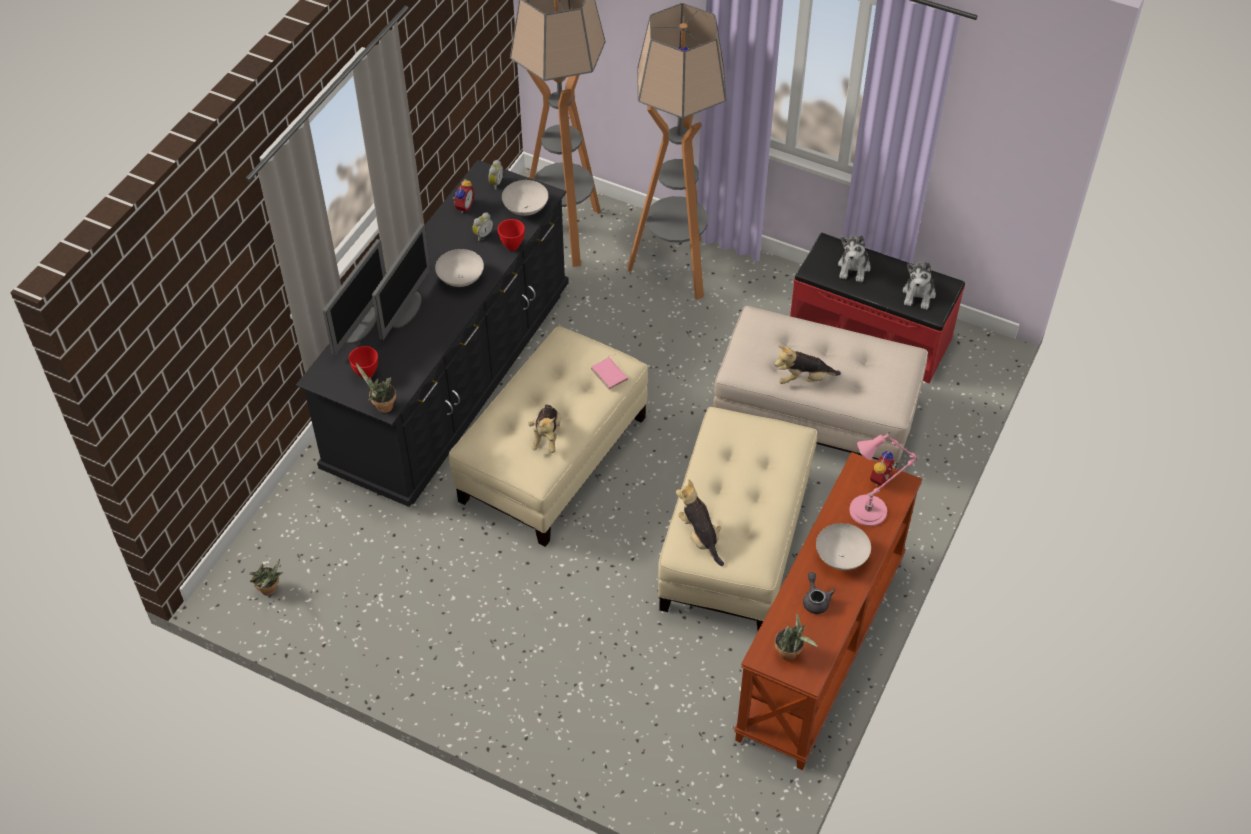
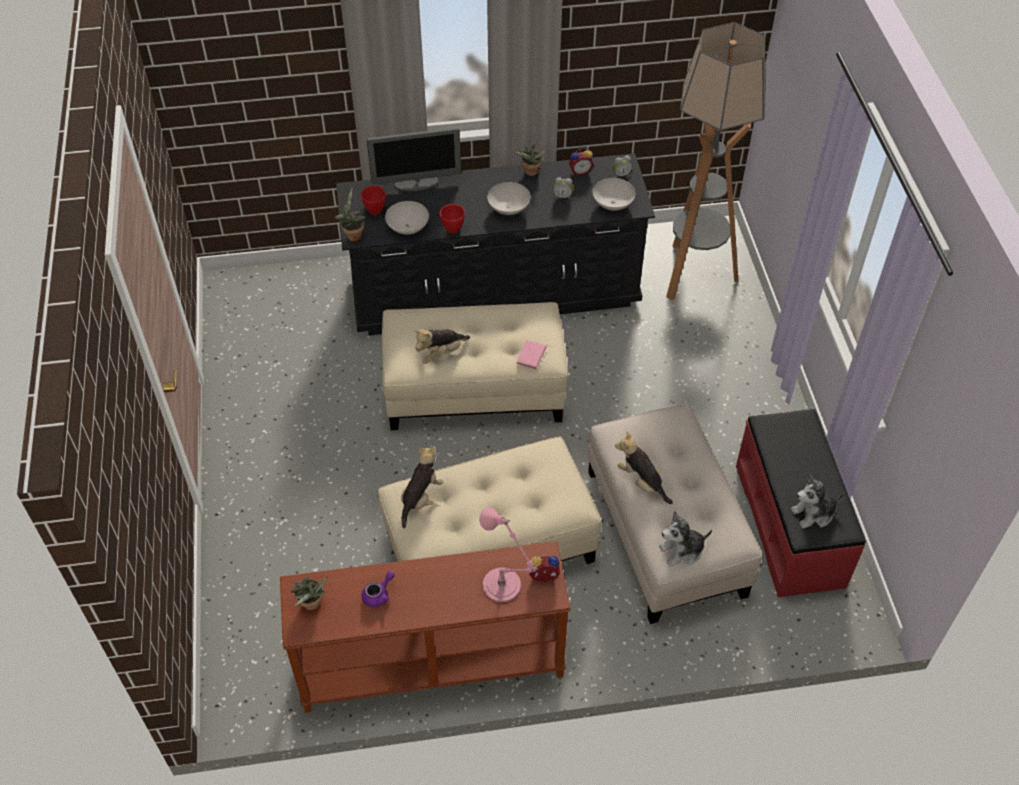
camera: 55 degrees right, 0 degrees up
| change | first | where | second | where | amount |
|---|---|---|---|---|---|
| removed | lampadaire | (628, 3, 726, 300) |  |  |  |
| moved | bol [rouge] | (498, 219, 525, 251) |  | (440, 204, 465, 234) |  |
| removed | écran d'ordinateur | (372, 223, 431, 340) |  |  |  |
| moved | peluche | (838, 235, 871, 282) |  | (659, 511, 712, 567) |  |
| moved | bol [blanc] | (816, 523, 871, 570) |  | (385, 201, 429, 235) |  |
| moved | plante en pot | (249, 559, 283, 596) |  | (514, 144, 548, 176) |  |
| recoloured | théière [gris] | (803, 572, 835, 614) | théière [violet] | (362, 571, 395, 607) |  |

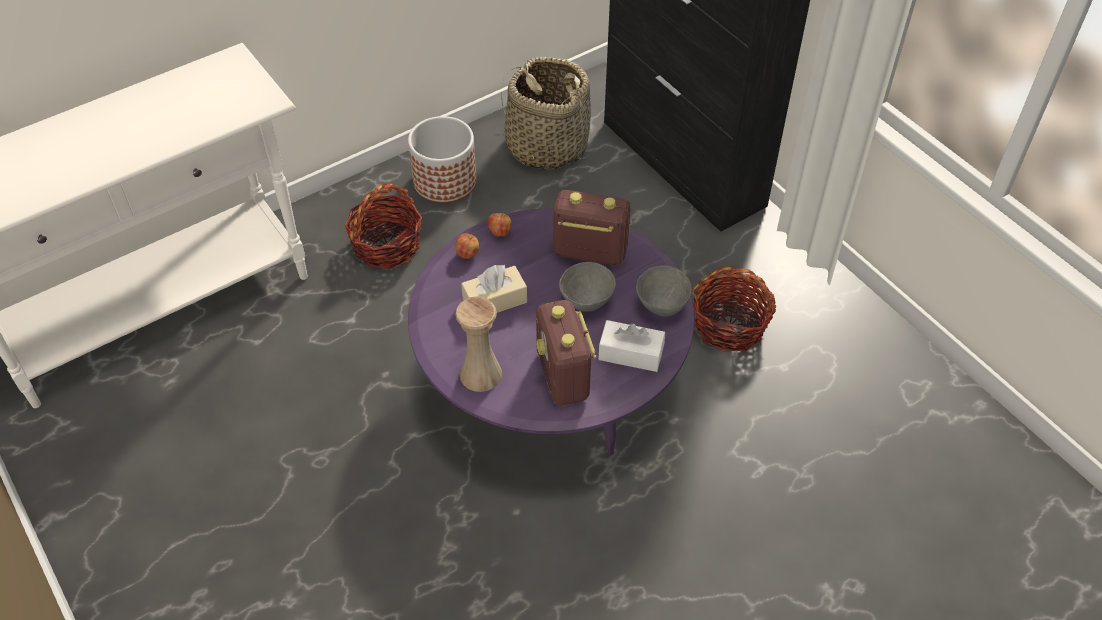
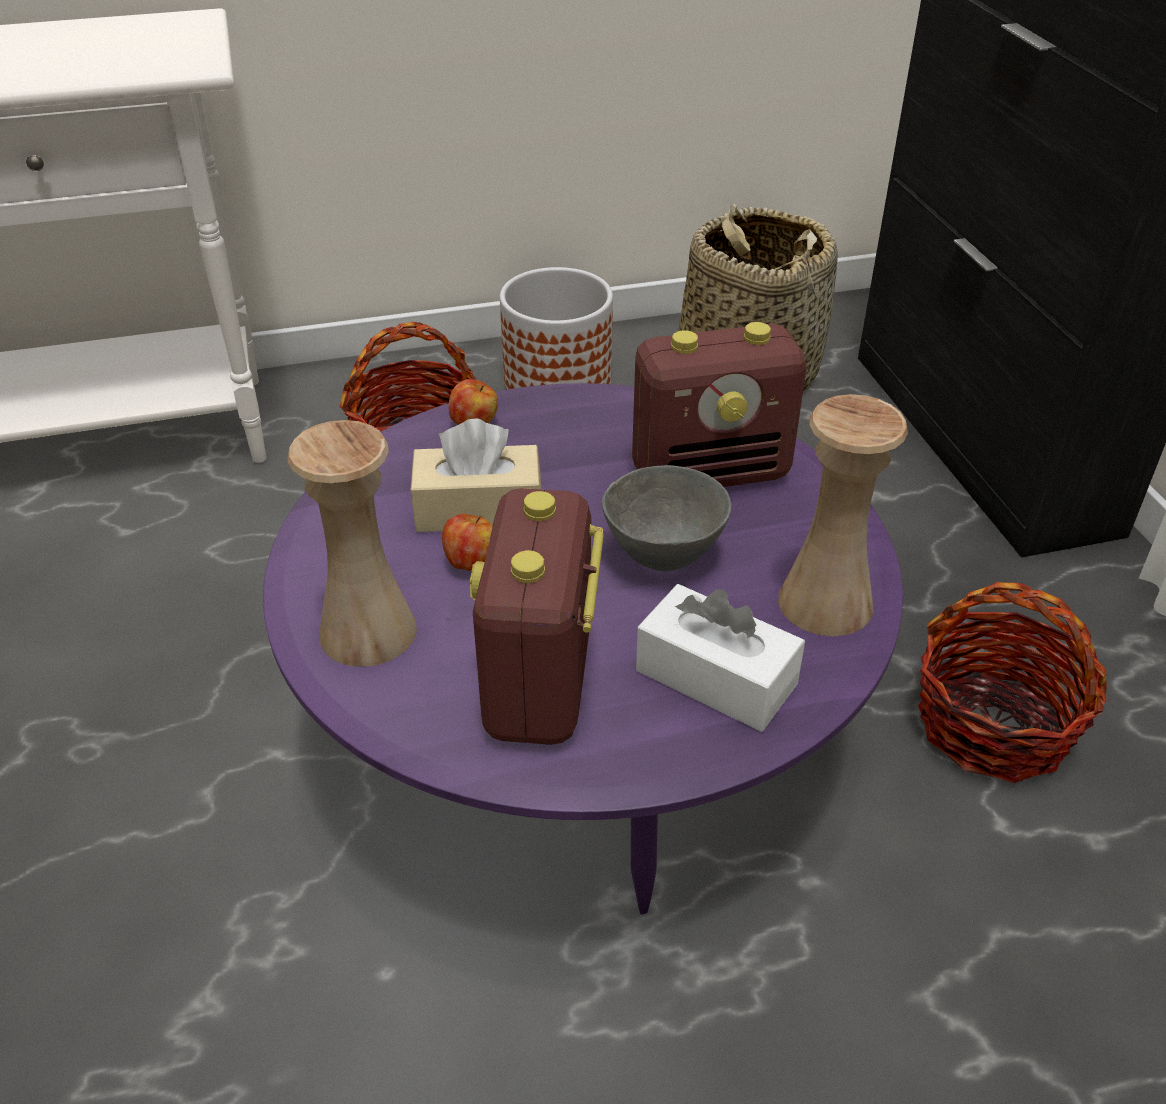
camera: 20 degrees right, 10 degrees down
| change | first | where | second | where | amount |
|---|---|---|---|---|---|
| turned | radio | (553, 190, 630, 266) |  | (632, 322, 806, 487) | 135 degrees clockwise |
| moved | pomme | (488, 213, 512, 237) |  | (442, 514, 492, 571) |  |
| replaced | bol [gris] | (636, 265, 692, 317) | vase [beige] | (778, 394, 908, 636) |  |

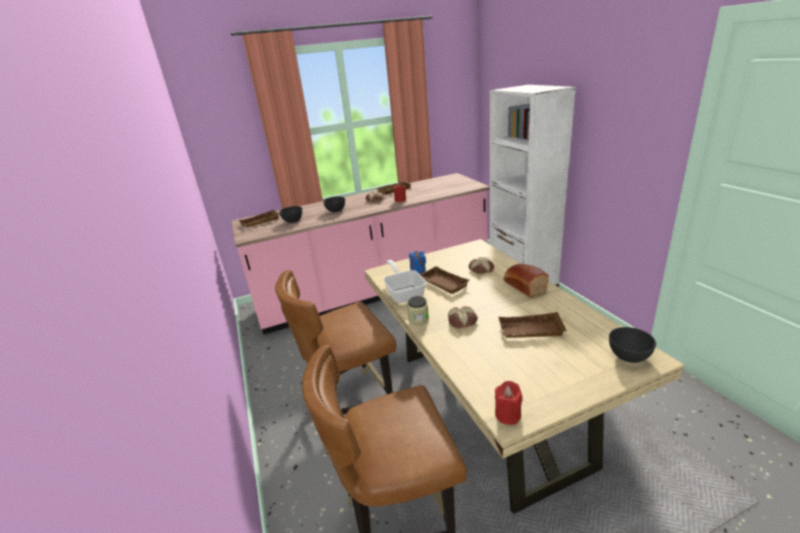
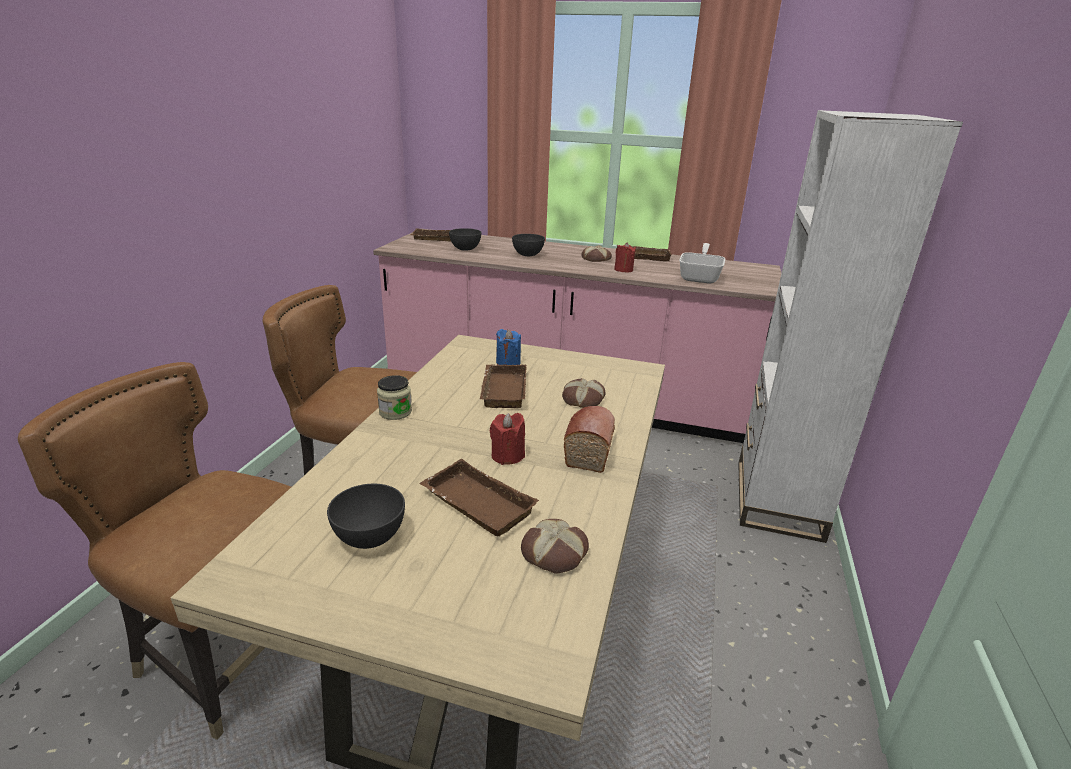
camera: 35 degrees right, 0 degrees up
| change | first | where | second | where | amount |
|---|---|---|---|---|---|
| moved | poêle | (383, 260, 426, 303) |  | (679, 243, 725, 283) |  |
| moved | pain | (448, 306, 478, 328) |  | (521, 519, 589, 574) |  |
| moved | bol [gris] | (609, 327, 656, 363) |  | (327, 484, 405, 549) |  |
| moved | bougie [rouge] | (495, 381, 523, 425) |  | (490, 413, 525, 465) |  |

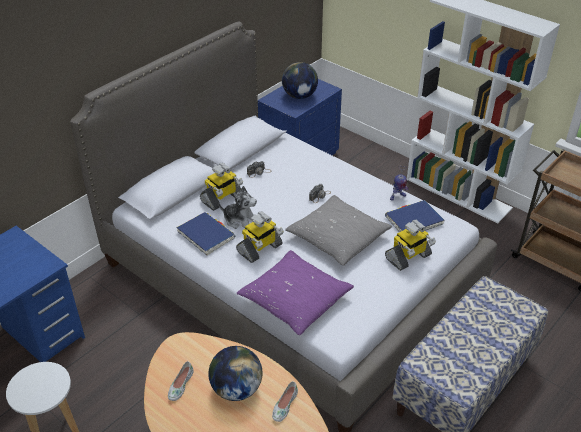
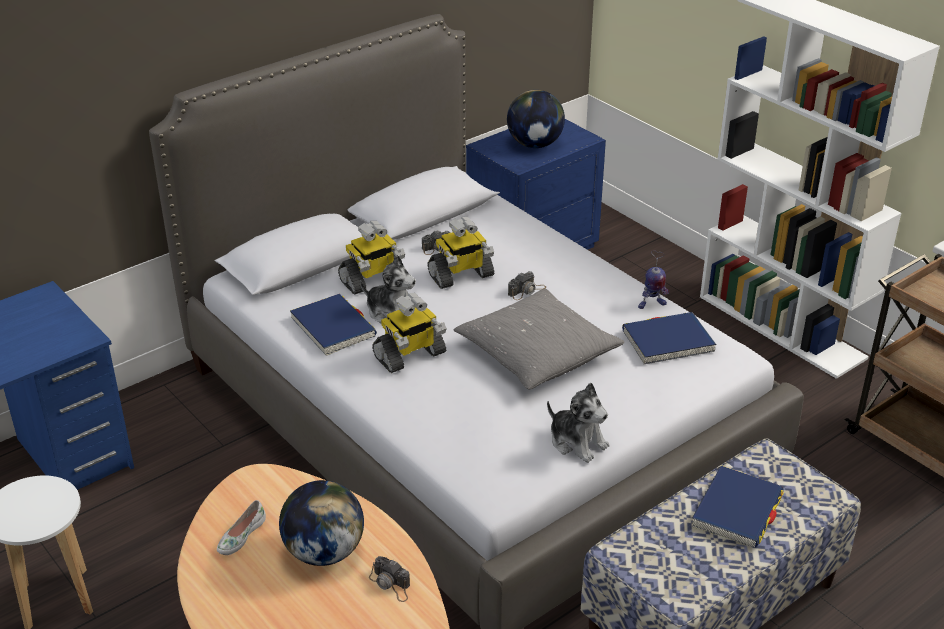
camera: 10 degrees right, 5 degrees down
| change | first | where | second | where | amount |
|---|---|---|---|---|---|
| moved | robot jouet | (385, 220, 436, 271) |  | (428, 217, 494, 289) |  |
| removed | coussin [violet] | (237, 250, 354, 335) |  |  |  |
| replaced | chaussure [blanc] | (272, 381, 298, 422) | appareil photo | (369, 556, 410, 602) |  |
| added |  |  | peluche | (547, 383, 609, 463) |  |
| added |  |  | livre [bleu] | (692, 466, 784, 548) |  |

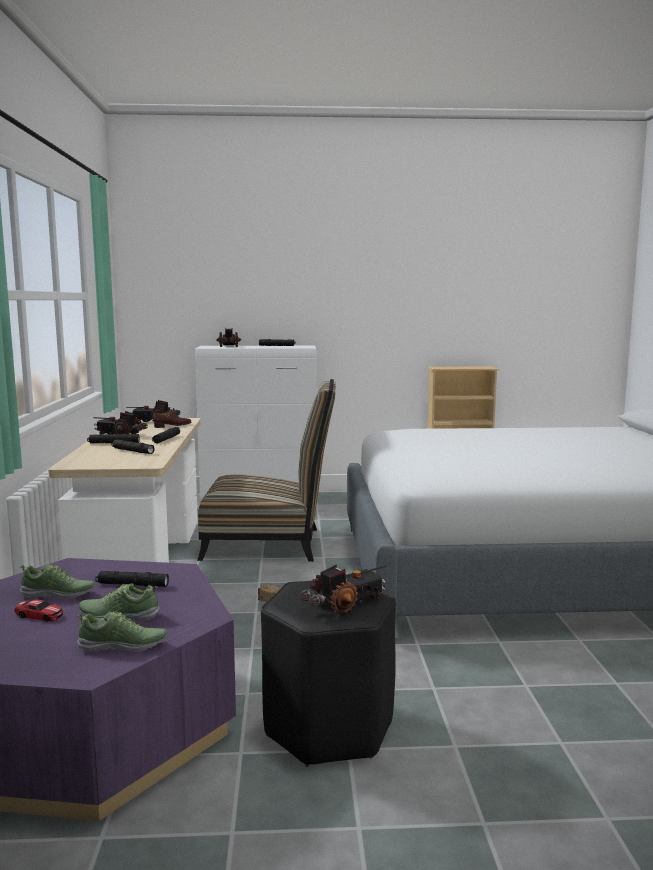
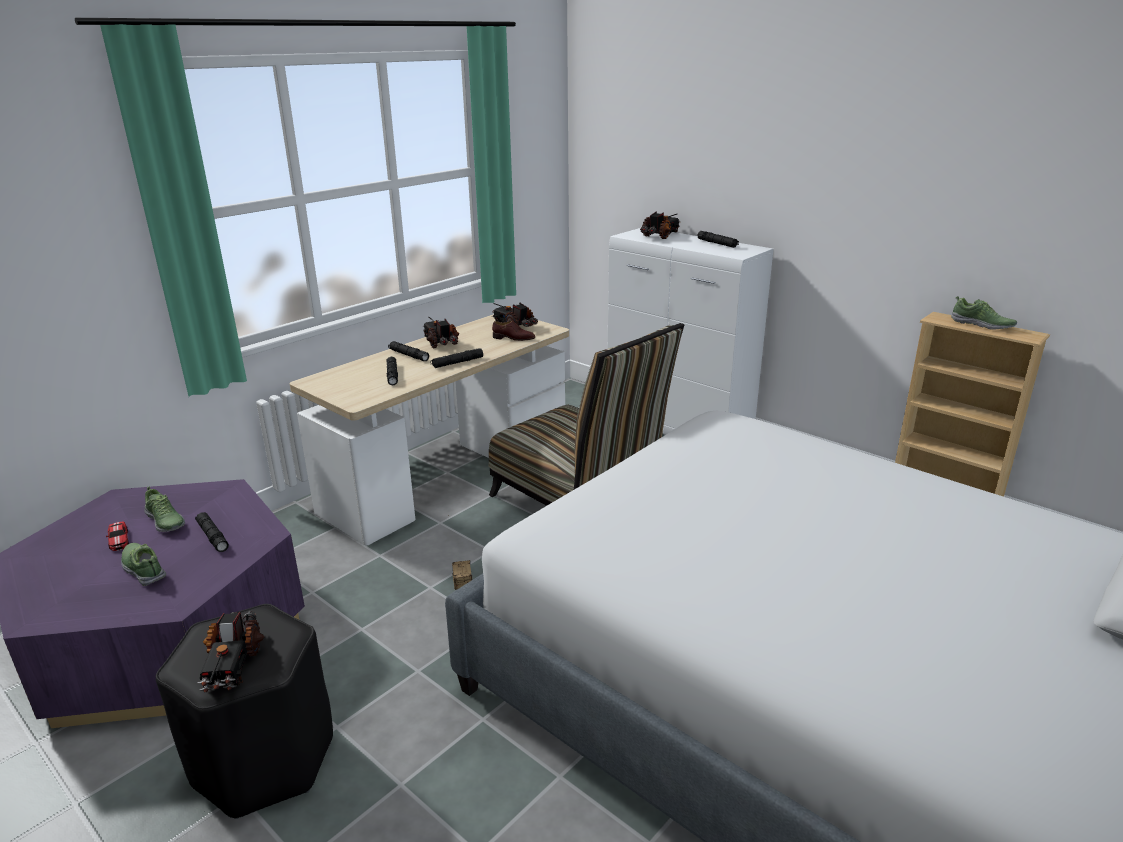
camera: 45 degrees right, 15 degrees up
| change | first | where | second | where | amount |
|---|---|---|---|---|---|
| turned | camion jouet | (300, 565, 386, 615) |  | (197, 611, 265, 692) | 75 degrees clockwise |
| moved | chaussure | (77, 611, 167, 652) |  | (951, 296, 1017, 329) |  |

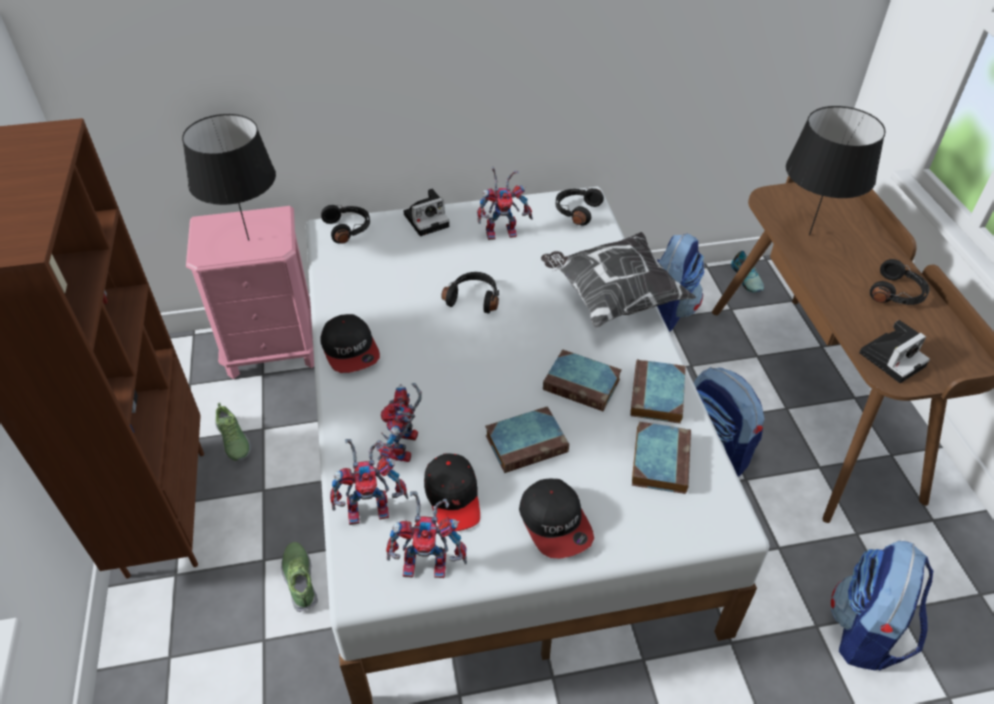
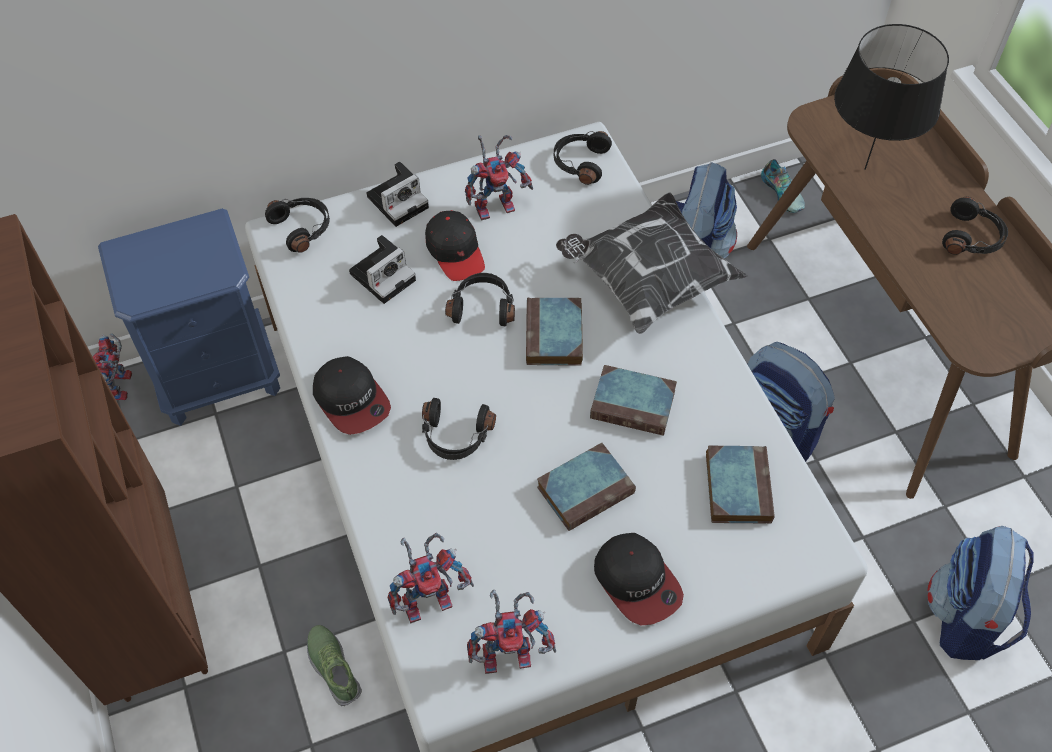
camera: 10 degrees left, 10 degrees up
| change | first | where | second | where | amount |
|---|---|---|---|---|---|
| removed | lampe de table [noir] | (182, 114, 276, 241) |  |  |  |
| recoloured | table de chevet [rose] | (186, 206, 314, 379) | table de chevet [bleu] | (98, 208, 280, 426) |  |
| moved | appareil photo | (859, 320, 930, 383) |  | (349, 235, 416, 304) |  |
| moved | livre | (630, 359, 686, 424) |  | (526, 298, 583, 366) |  |
| moved | robot jouet | (376, 383, 422, 462) |  | (92, 333, 132, 400) |  |
| removed | chaussure | (215, 403, 251, 461) |  |  |  |
| moved | casquette [noir] | (424, 453, 480, 531) |  | (425, 210, 485, 281) |  |
| added |  |  | casque audio [noir] | (422, 398, 496, 460) |  |

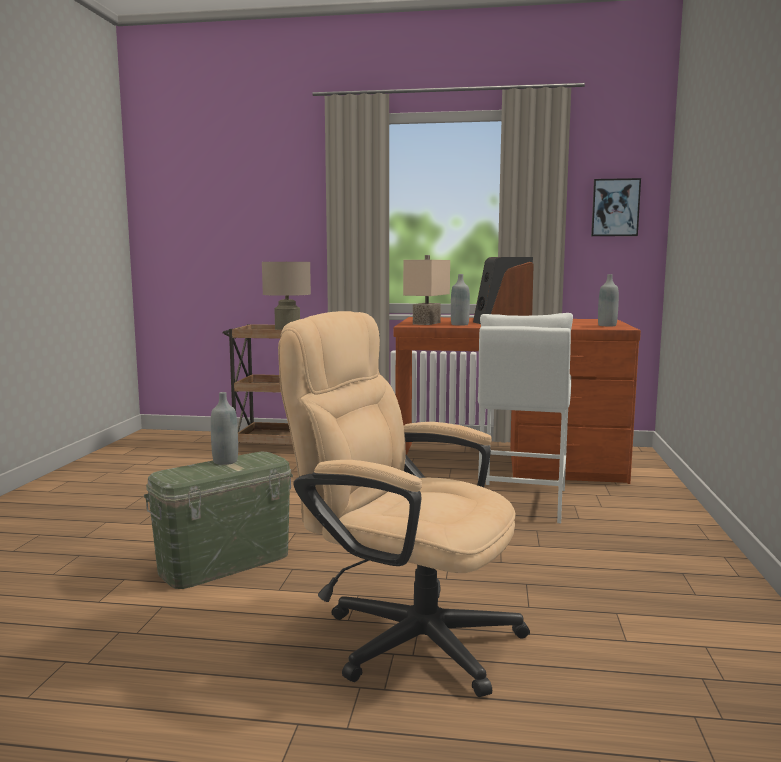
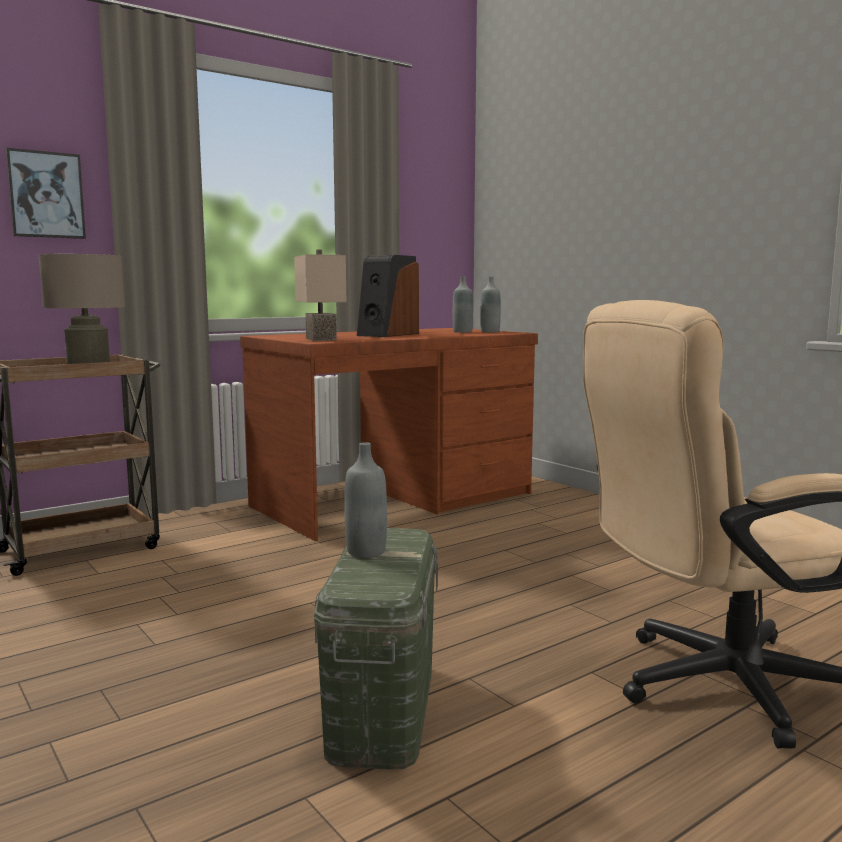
camera: 45 degrees left, 0 degrees up
| change | first | where | second | where | amount |
|---|---|---|---|---|---|
| moved | tableau | (591, 178, 641, 236) |  | (6, 148, 86, 239) |  |
| moved | bouteille [gris] | (451, 274, 470, 326) |  | (453, 276, 473, 333) |  |
| removed | tabouret [blanc] | (478, 313, 573, 523) |  |  |  |

